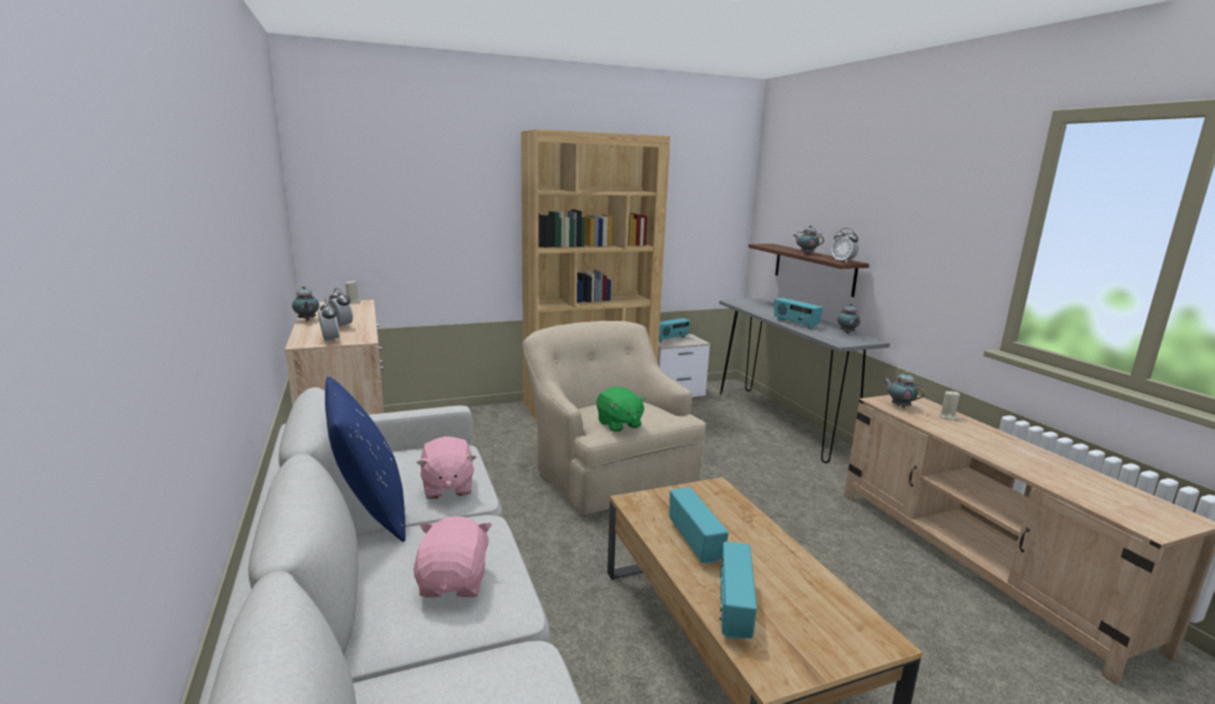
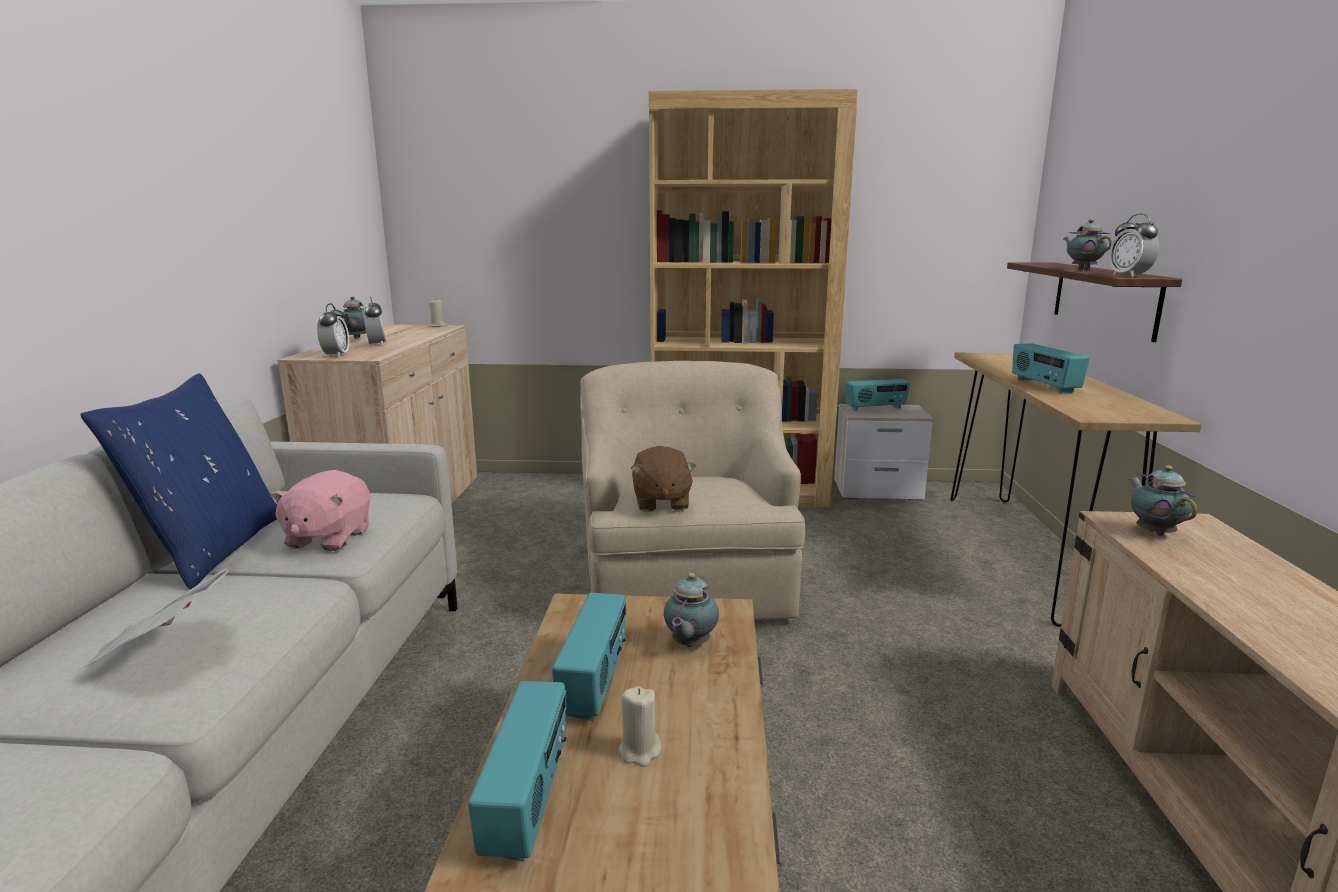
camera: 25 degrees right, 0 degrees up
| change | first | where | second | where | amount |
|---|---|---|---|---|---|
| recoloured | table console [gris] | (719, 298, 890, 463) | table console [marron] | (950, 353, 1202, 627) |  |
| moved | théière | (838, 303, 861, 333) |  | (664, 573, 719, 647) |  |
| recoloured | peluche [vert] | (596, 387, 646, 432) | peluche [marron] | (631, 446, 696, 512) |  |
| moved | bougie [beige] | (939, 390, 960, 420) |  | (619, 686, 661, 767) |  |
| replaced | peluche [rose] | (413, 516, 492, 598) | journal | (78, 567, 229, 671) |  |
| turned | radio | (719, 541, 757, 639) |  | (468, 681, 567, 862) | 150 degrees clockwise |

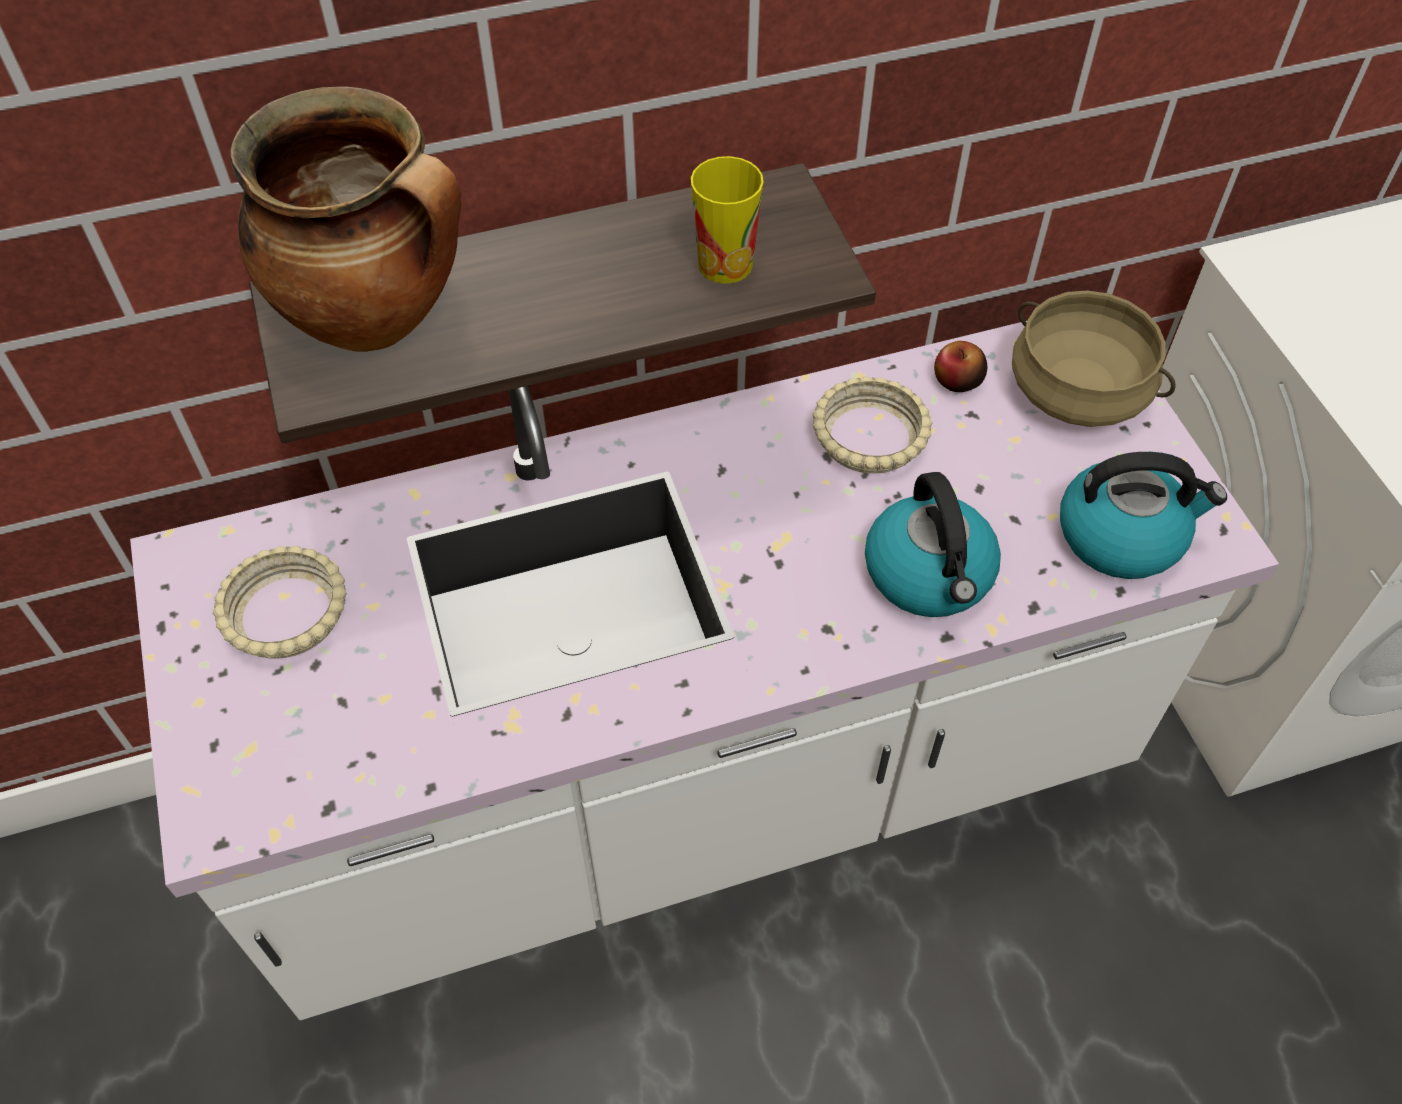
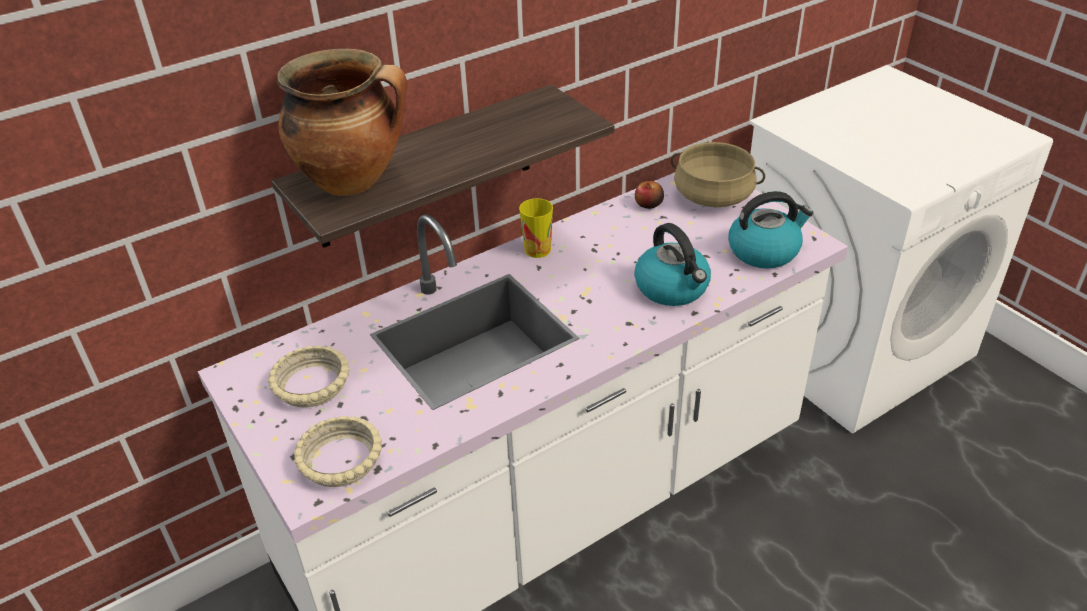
camera: 15 degrees left, 15 degrees down
| change | first | where | second | where | amount |
|---|---|---|---|---|---|
| moved | tasse | (691, 156, 764, 284) |  | (519, 198, 553, 258) |  |
| moved | bol [beige] | (813, 377, 932, 474) |  | (293, 416, 382, 487) |  |

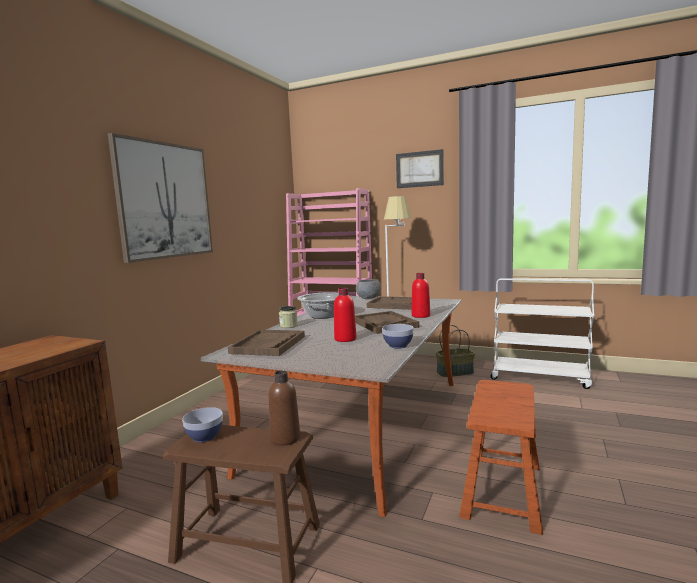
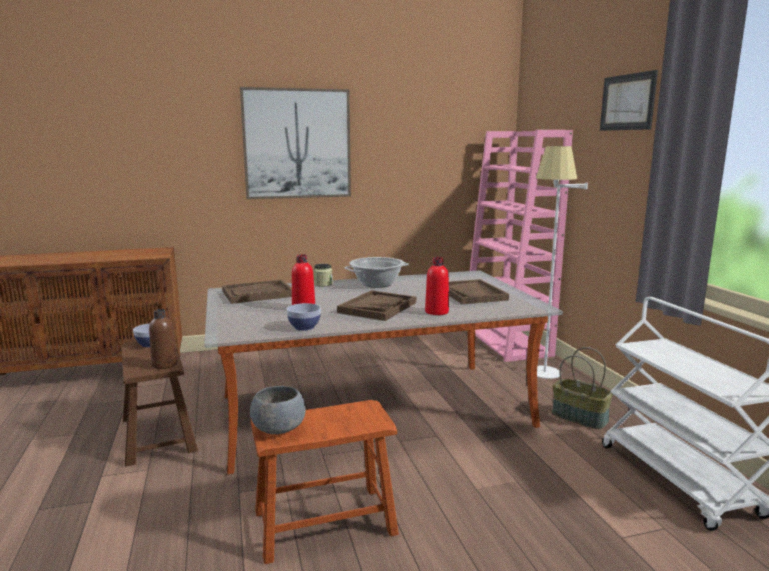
camera: 50 degrees right, 5 degrees up
| change | first | where | second | where | amount |
|---|---|---|---|---|---|
| moved | bol [gris] | (356, 279, 381, 299) |  | (250, 386, 306, 434) |  |

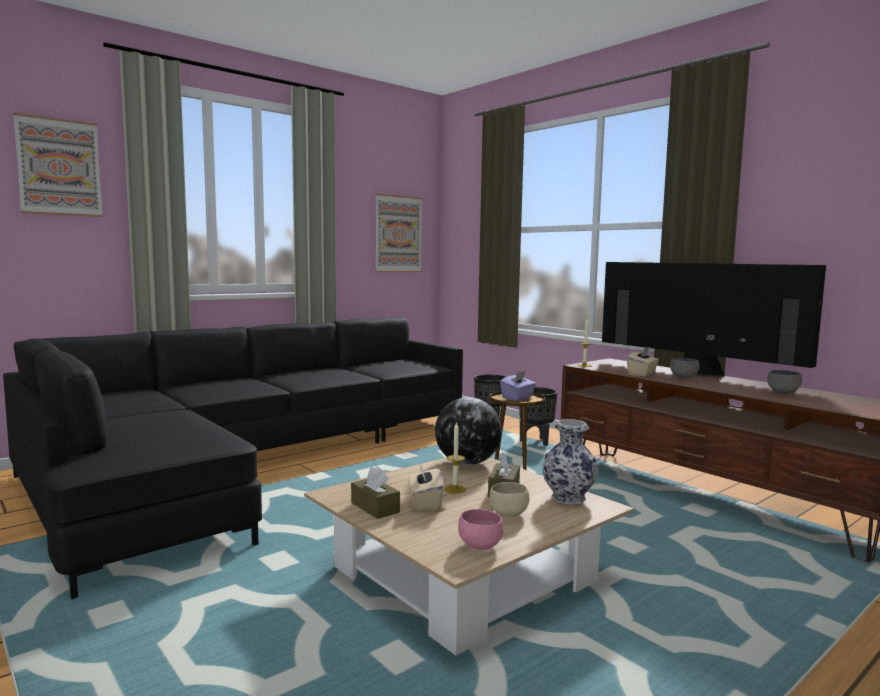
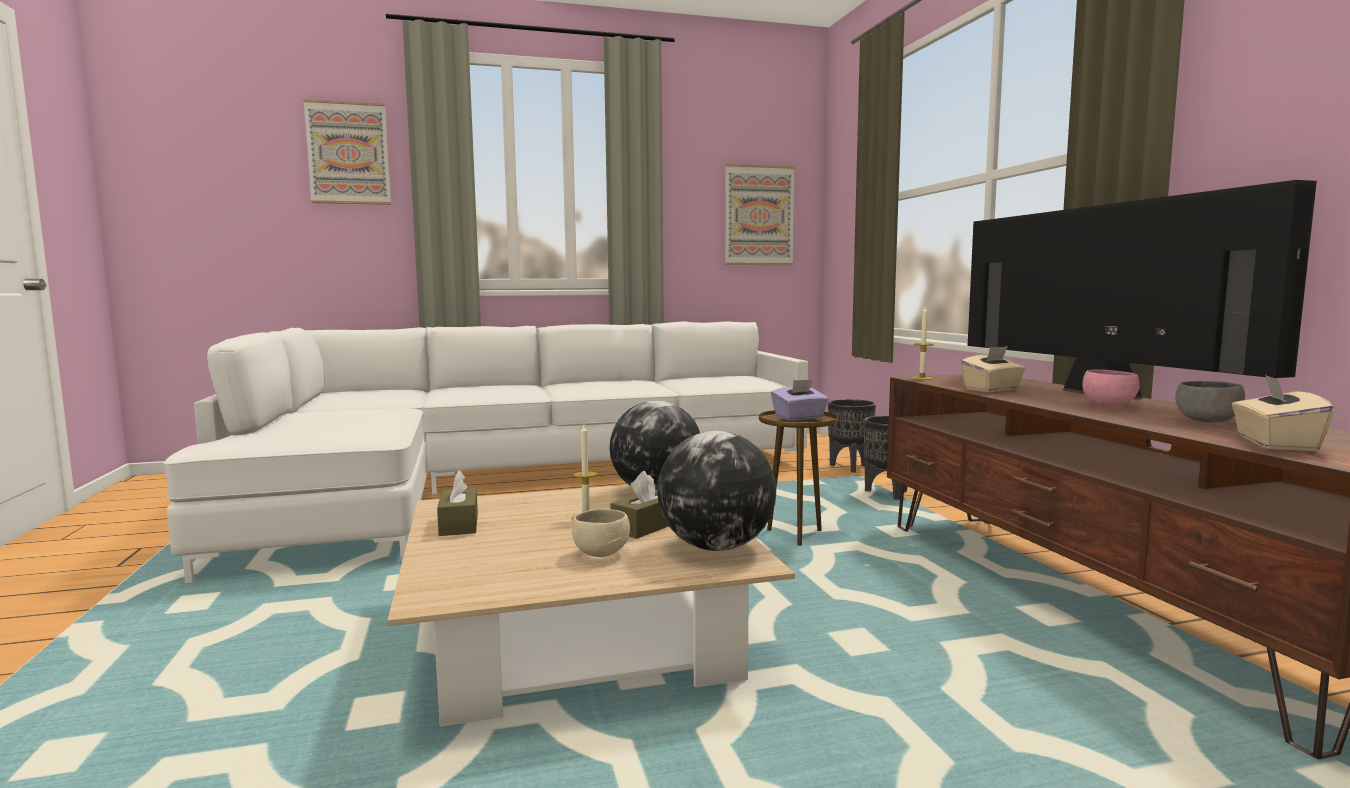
camera: 25 degrees right, 0 degrees up
| change | first | where | second | where | amount |
|---|---|---|---|---|---|
| recoloured | canapé [noir] | (3, 317, 463, 599) | canapé [blanc] | (163, 321, 808, 583) |  |
| removed | bol [gris] | (670, 358, 700, 378) |  |  |  |
| replaced | vase | (542, 419, 598, 505) | globe | (657, 431, 776, 551) |  |
| moved | boîte à mouchoirs [beige] | (408, 462, 444, 511) |  | (1232, 375, 1334, 451) |  |
| moved | bol [rose] | (458, 509, 504, 550) |  | (1082, 369, 1140, 406) |  |

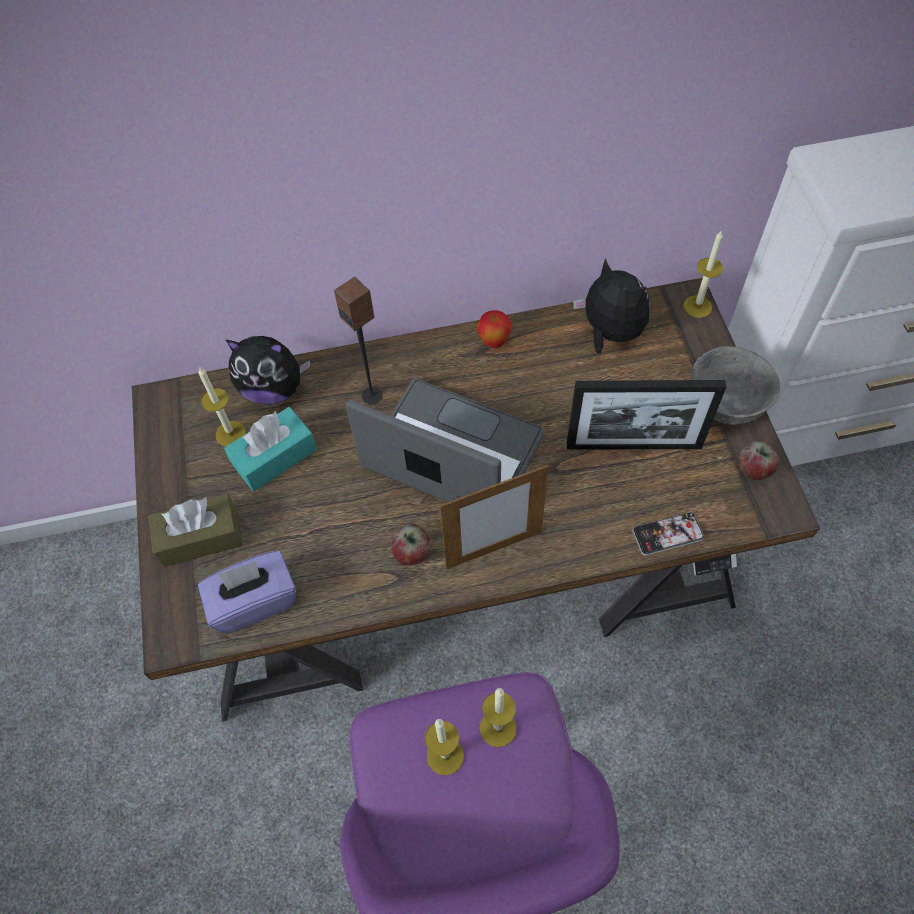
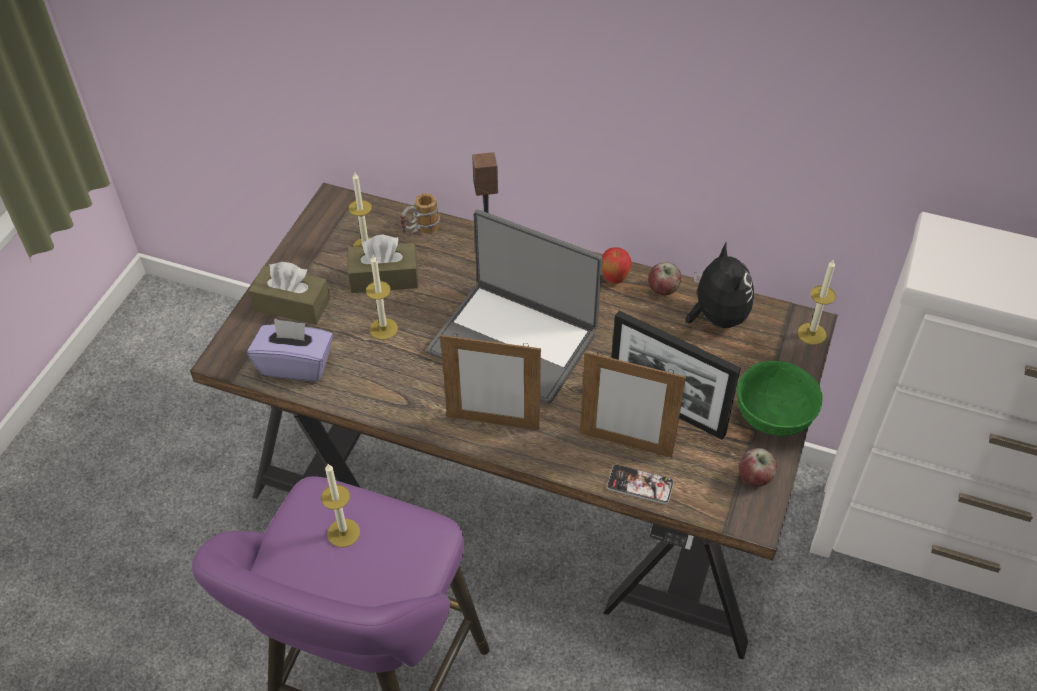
camera: 30 degrees right, 10 degrees down
| change | first | where | second | where | amount |
|---|---|---|---|---|---|
| replaced | peluche | (226, 336, 310, 404) | mug | (400, 193, 440, 233) |  |
| recoloured | bol [gris] | (691, 346, 780, 425) | bol [vert] | (737, 361, 823, 436) |  |
| turned | ordinateur portable | (345, 379, 544, 502) |  | (427, 210, 603, 404) | 150 degrees clockwise |
| recoloured | boîte à mouchoirs [turquoise] | (224, 407, 317, 492) | boîte à mouchoirs [marron] | (347, 235, 418, 293) |  |
| moved | pomme | (390, 524, 430, 566) |  | (648, 262, 681, 295) |  |
| moved | bougie | (480, 688, 517, 747) |  | (366, 255, 398, 340) |  |
| added |  |  | cadre photo | (580, 352, 686, 458) |  |

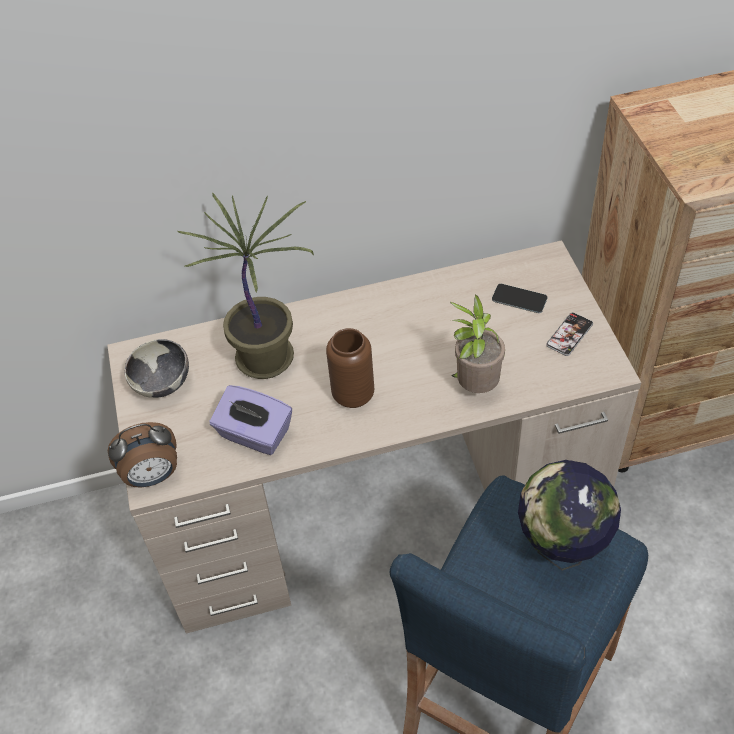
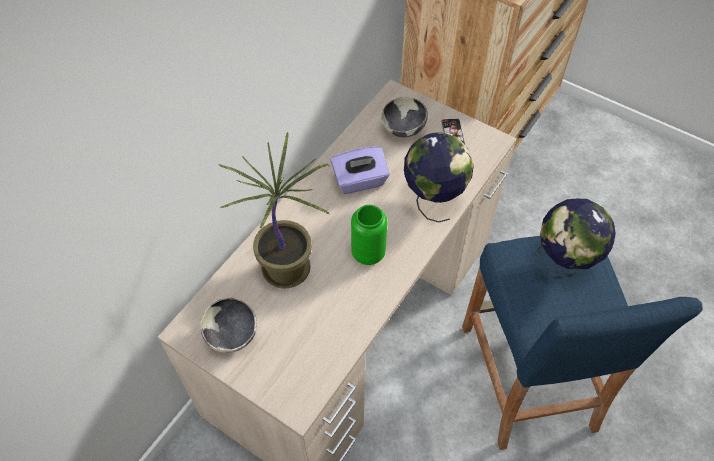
camera: 45 degrees left, 5 degrees up
| change | first | where | second | where | amount |
|---|---|---|---|---|---|
| replaced | téléphone | (492, 284, 547, 313) | bol | (381, 97, 428, 137) |  |
| replaced | plante en pot | (450, 294, 505, 393) | globe | (404, 132, 474, 223) |  |
| recoloured | vase [marron] | (326, 328, 374, 408) | vase [vert] | (351, 205, 388, 265) |  |
| moved | boîte à mouchoirs [violet] | (209, 385, 292, 455) |  | (330, 146, 390, 194) |  |
| removed | réveil | (108, 422, 177, 487) |  |  |  |

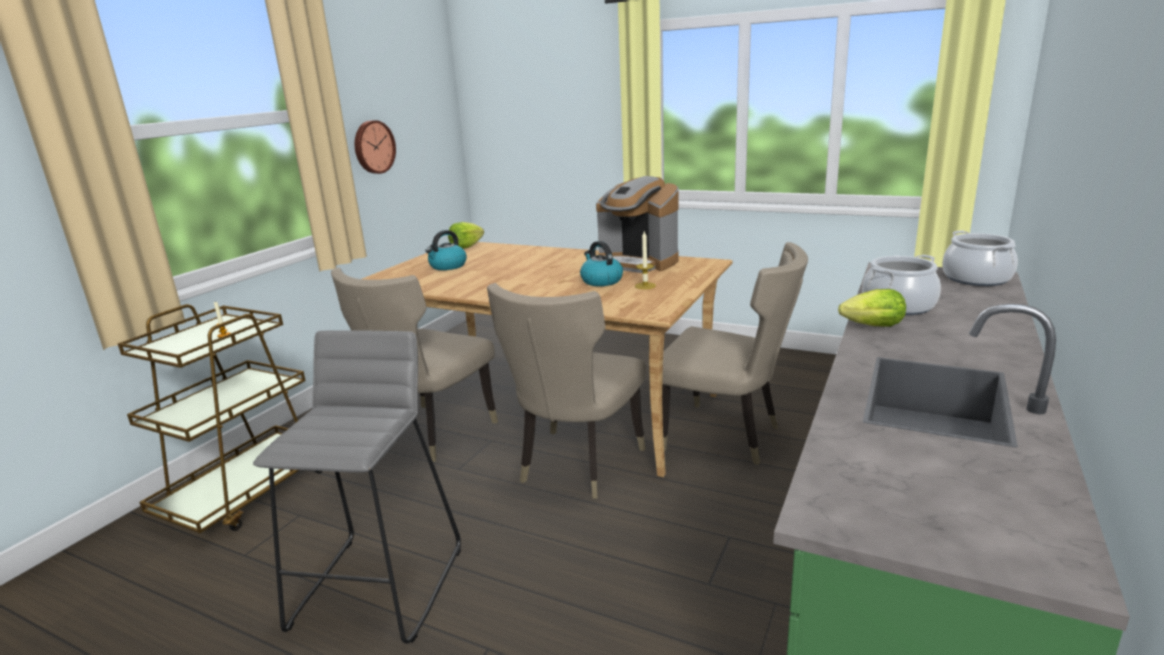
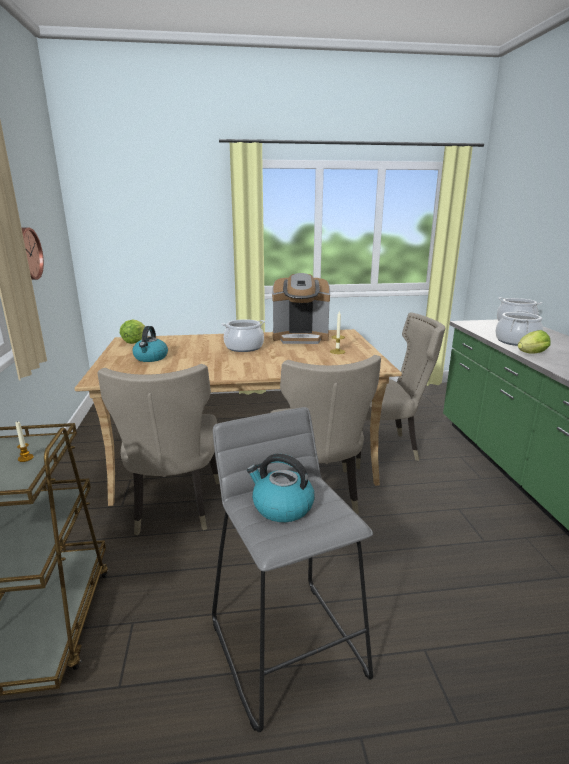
camera: 35 degrees left, 0 degrees up
| change | first | where | second | where | amount |
|---|---|---|---|---|---|
| moved | bouilloire | (580, 241, 623, 286) |  | (247, 454, 315, 522) |  |
| added |  |  | marmite | (221, 319, 265, 352) |  |

